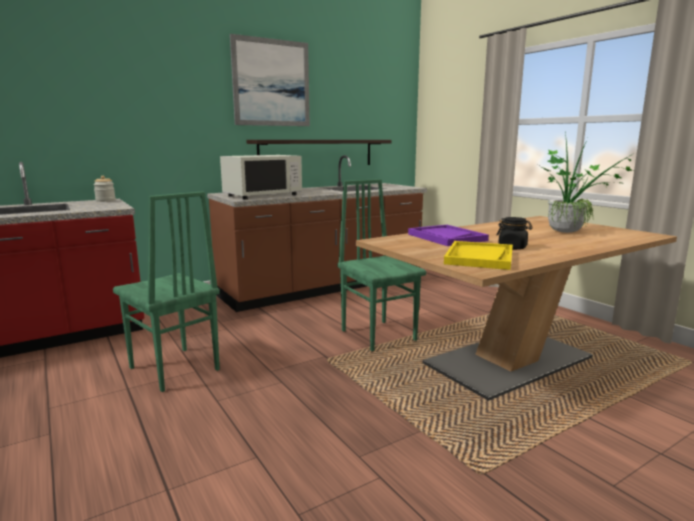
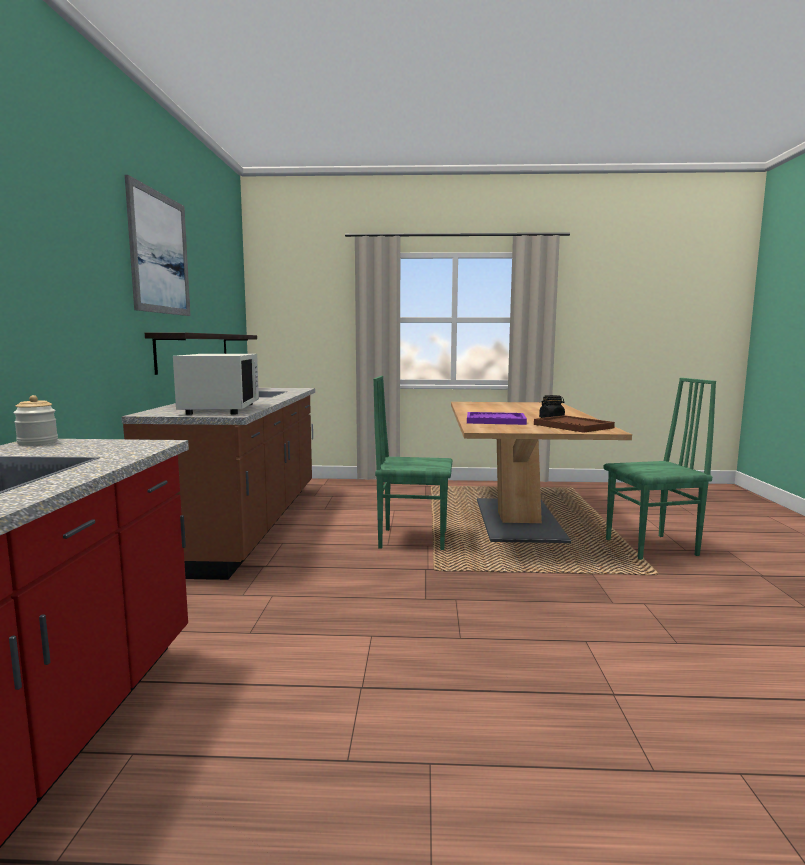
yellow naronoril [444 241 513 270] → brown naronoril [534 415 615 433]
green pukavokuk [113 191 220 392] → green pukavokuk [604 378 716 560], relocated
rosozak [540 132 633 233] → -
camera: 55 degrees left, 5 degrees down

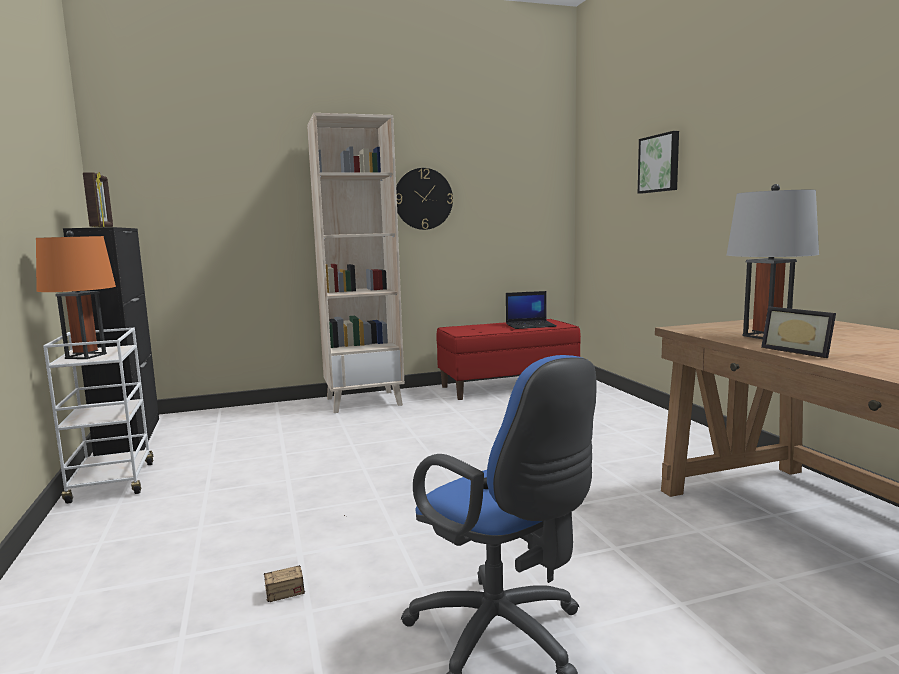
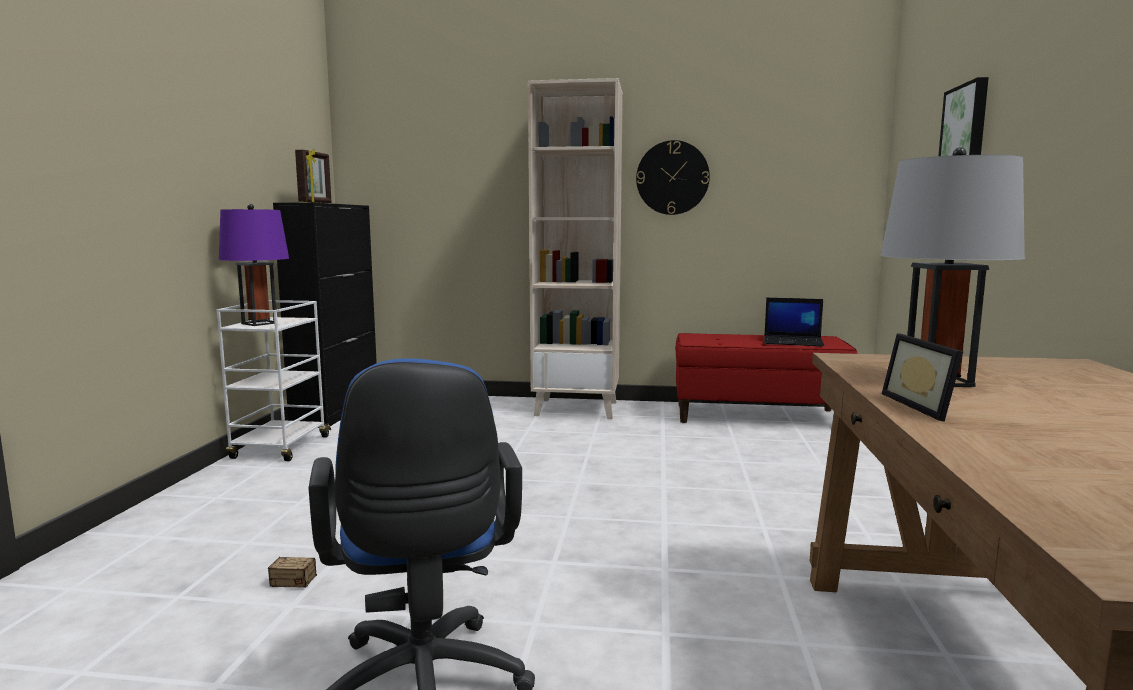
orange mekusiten [36 230 116 359] → purple mekusiten [219 204 289 326]
camera: 25 degrees right, 0 degrees up

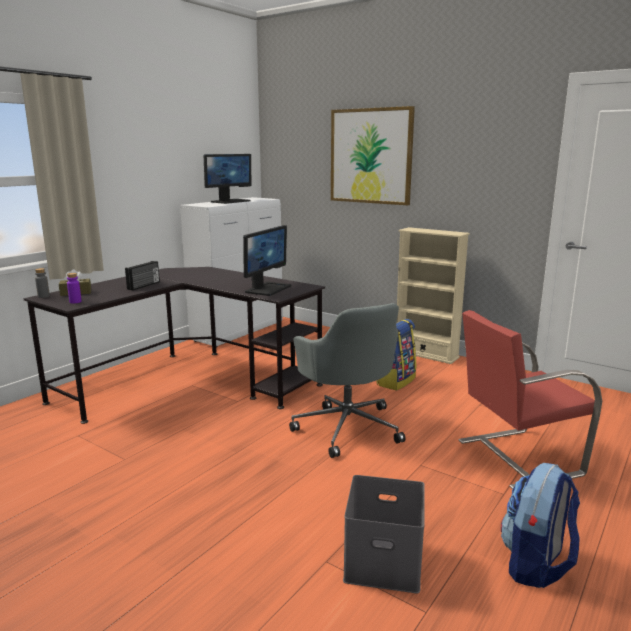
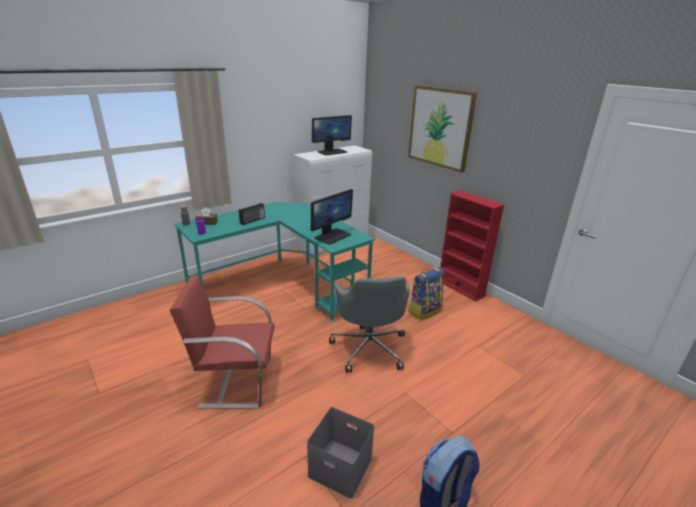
red pukavokuk [459 310 602 489] → red pukavokuk [170 275 275 409], relocated
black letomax [24 267 325 424] → turquoise letomax [174 202 375 322]
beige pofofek [396 227 470 364] → red pofofek [440 190 505 301]
camera: 15 degrees right, 10 degrees up

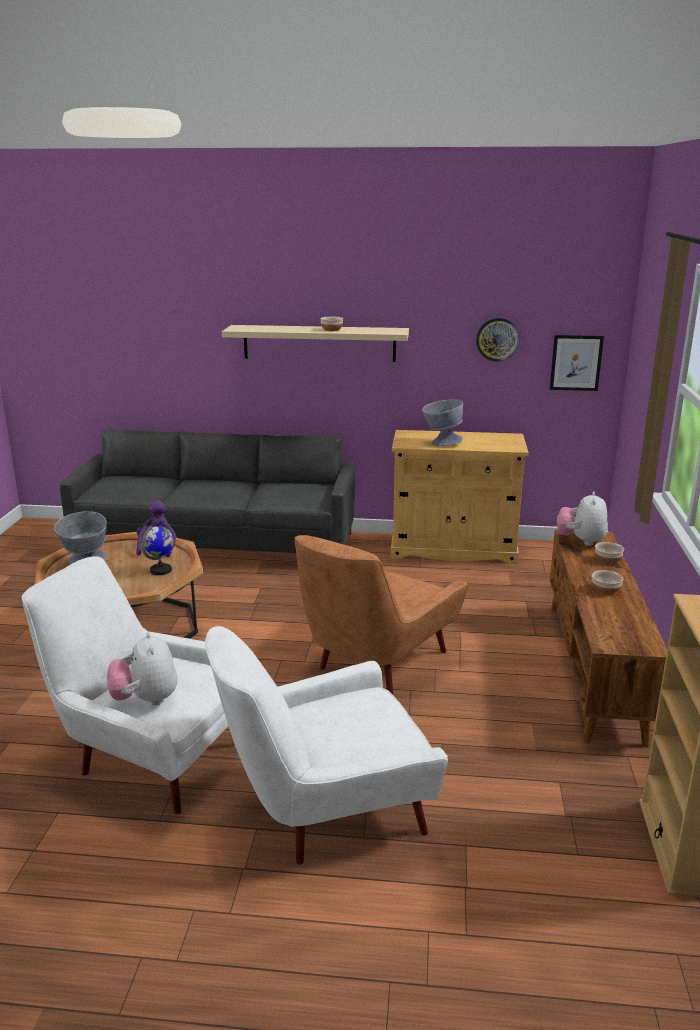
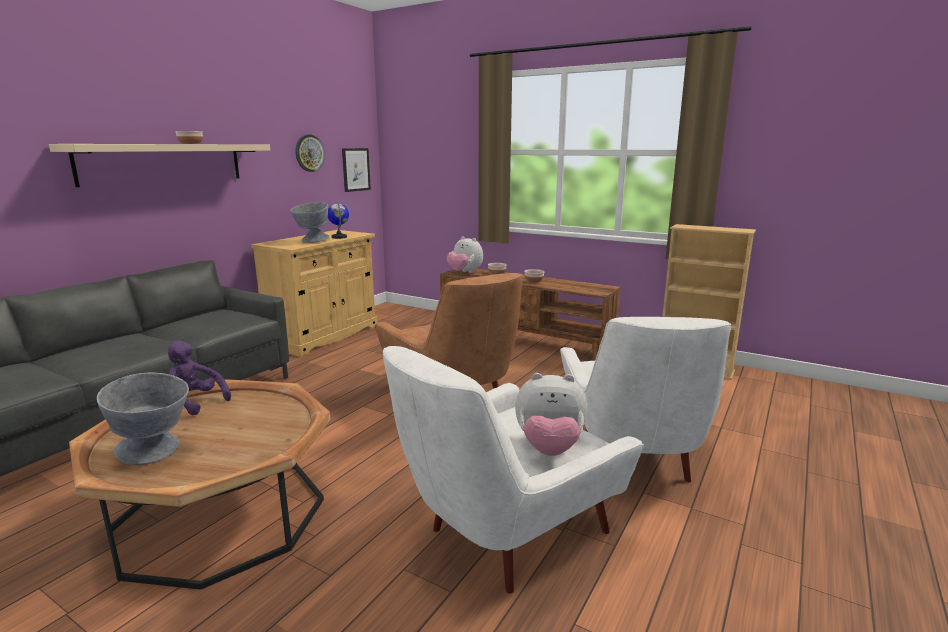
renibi [141 525 174 575] → renibi [328 201 349 239], relocated
camera: 65 degrees left, 5 degrees down

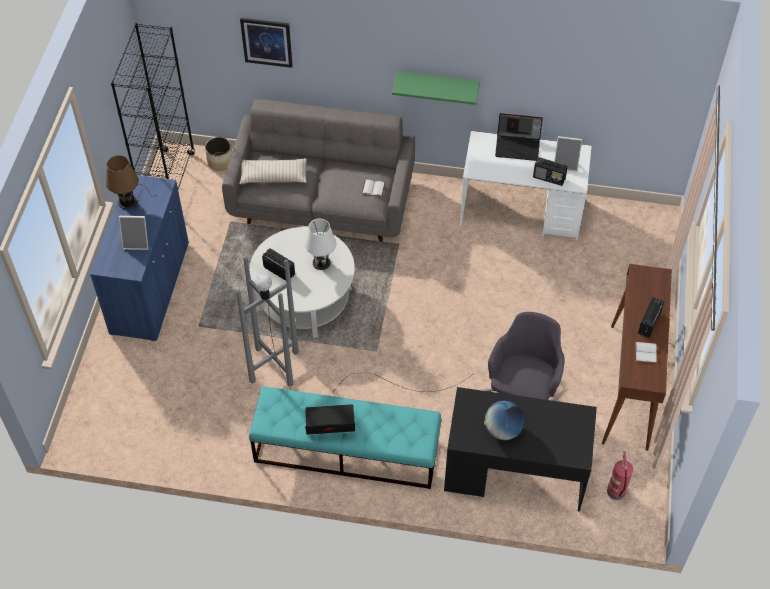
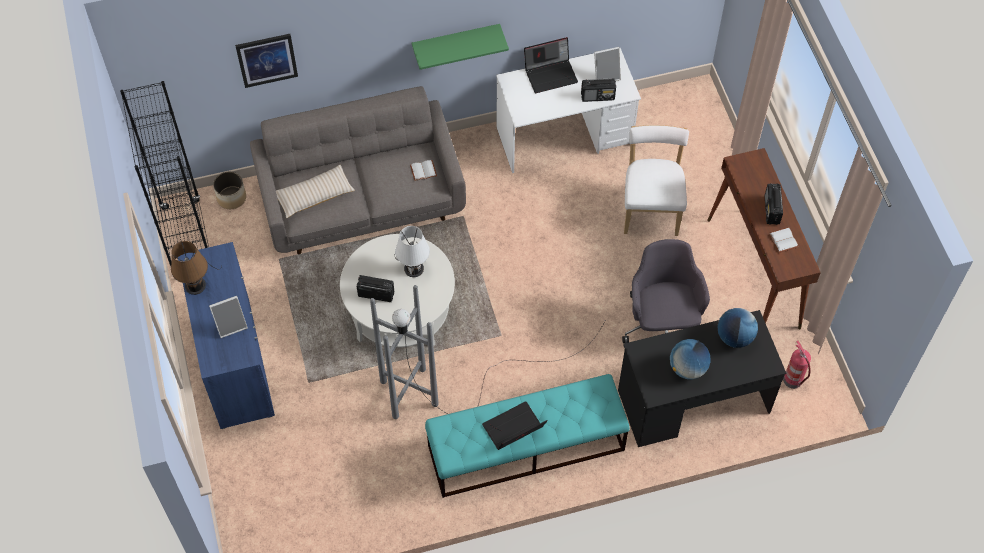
- → white pukavokuk [624 125 689 236]
- → renibi [717 308 758 348]
camera: 25 degrees left, 5 degrees up

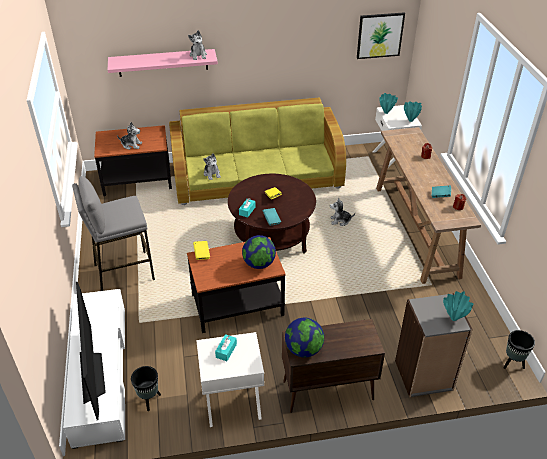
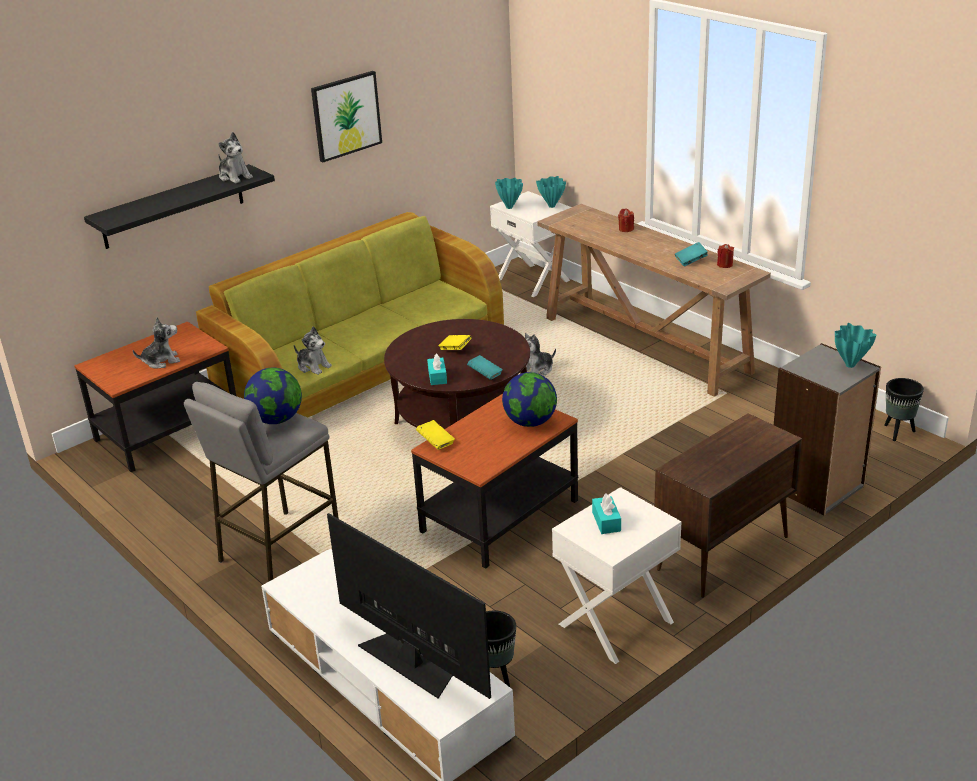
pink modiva [108 49 218 77] → black modiva [84 164 275 249]
renibi [285 318 324 358] → renibi [244 368 302 424], relocated
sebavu [357 12 405 59] → sebavu [311 71 382 163], relocated
camera: 30 degrees left, 10 degrees down

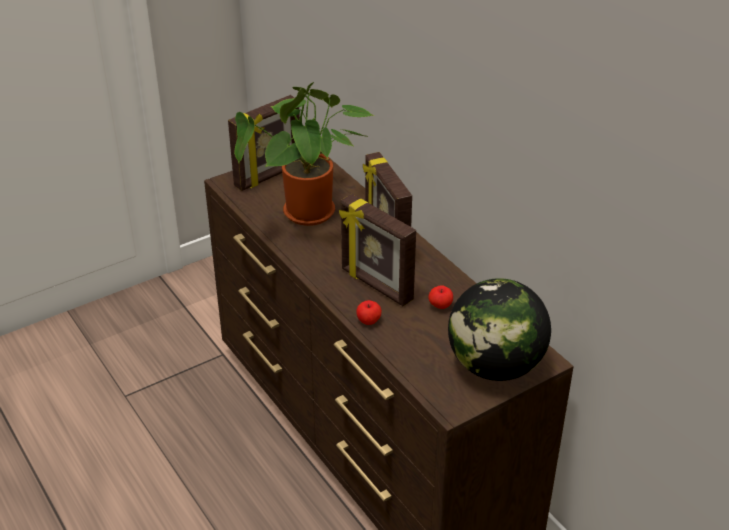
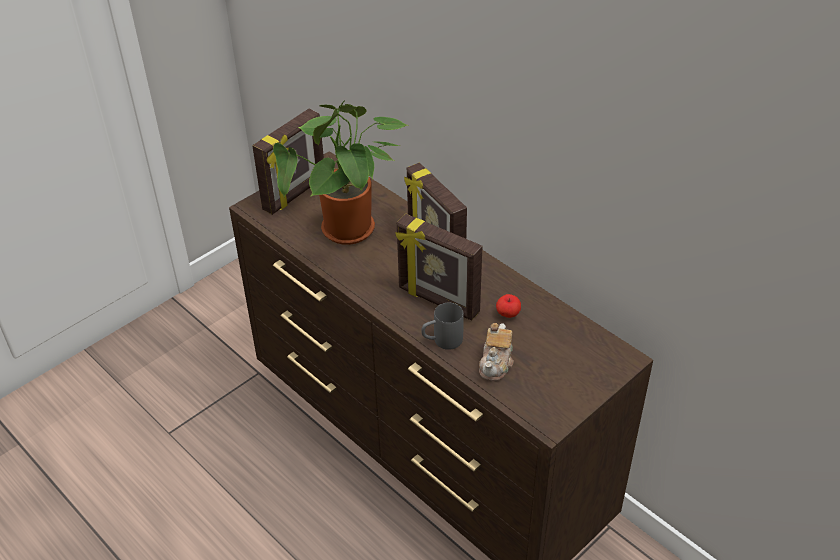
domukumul [357 300 382 325] → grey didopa [421 303 464 350]
- → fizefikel [479 323 514 381]
renibi [448 278 551 381] → -
camera: 10 degrees left, 5 degrees up

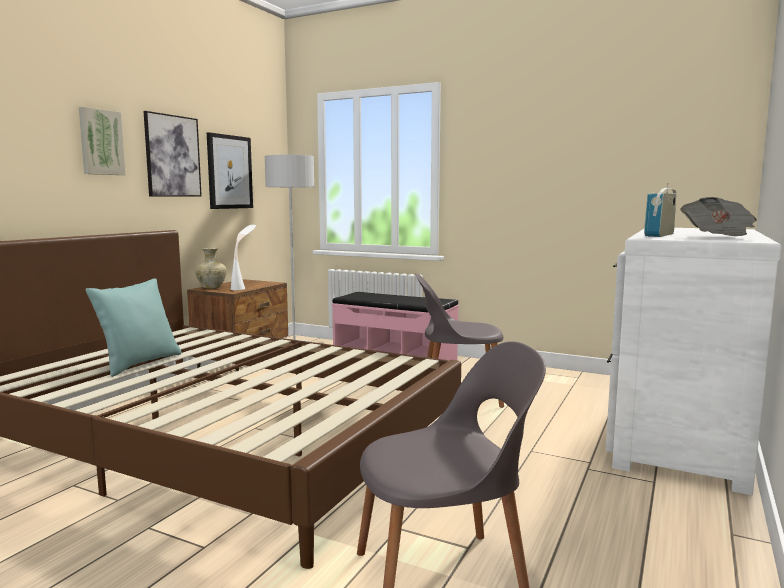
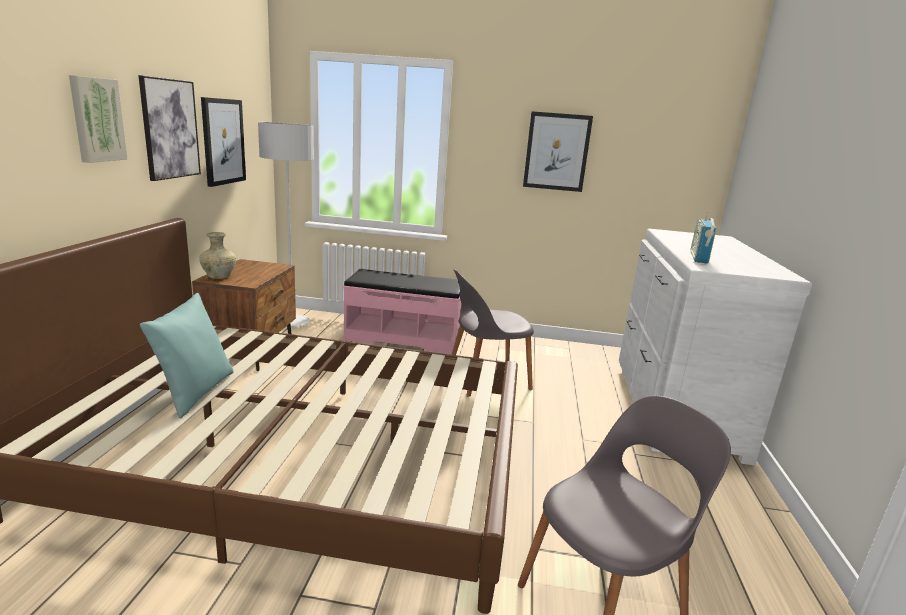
- → sebavu [523 111 593 192]
white mekusiten [231 225 256 291] → -
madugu [681 197 757 236] → -
camera: 20 degrees left, 10 degrees up

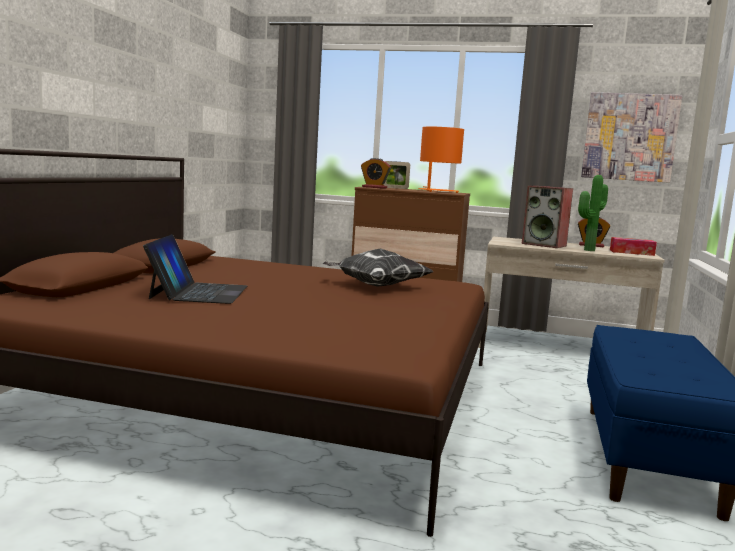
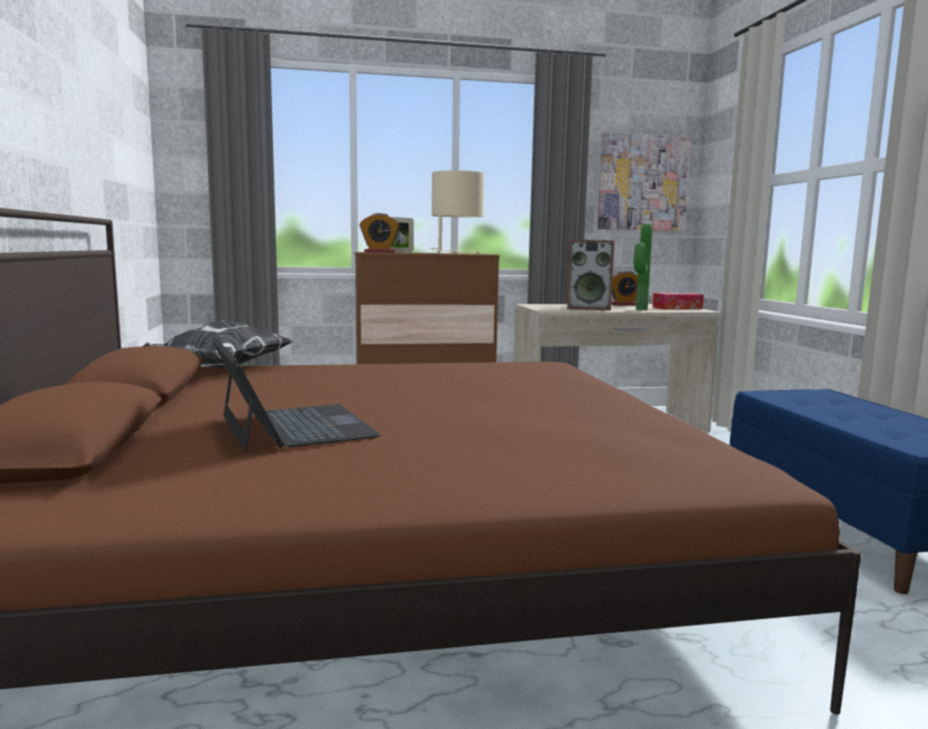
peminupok [322 249 434 287] → peminupok [144 320 293 368], relocated
orange mekusiten [418 127 464 193] → beige mekusiten [431 170 484 254]
camera: 25 degrees left, 0 degrees up

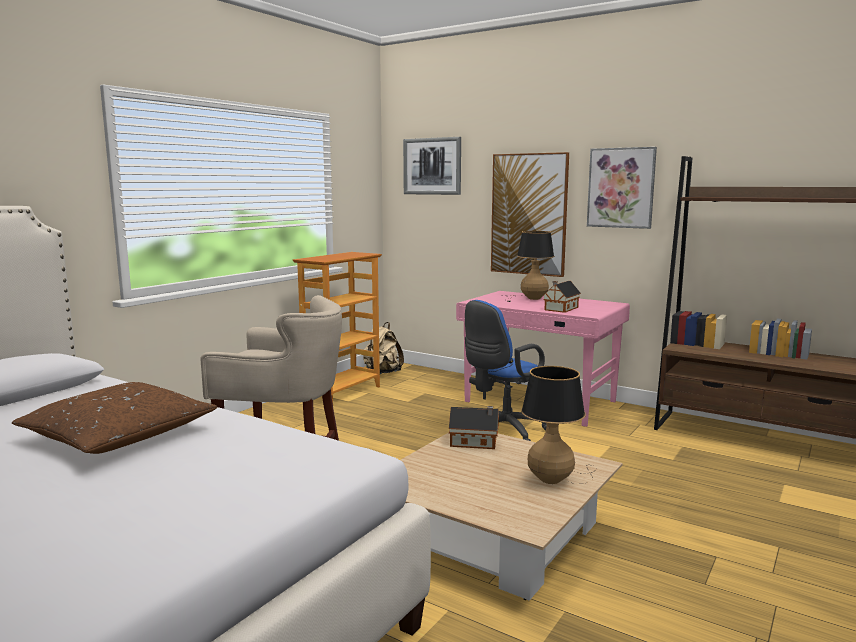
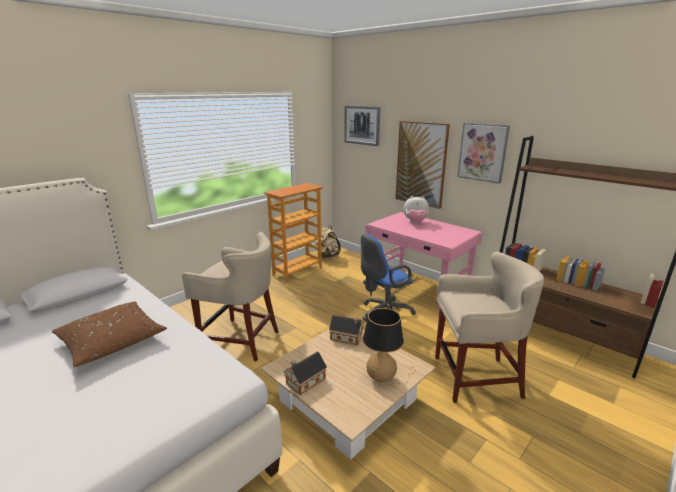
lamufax [543 281 581 313] → lamufax [283 351 327 395], relocated
mekusiten [508 231 555 302] → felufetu [404 196 429 223]
- → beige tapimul [435 252 544 403]
camera: 10 degrees right, 10 degrees up

